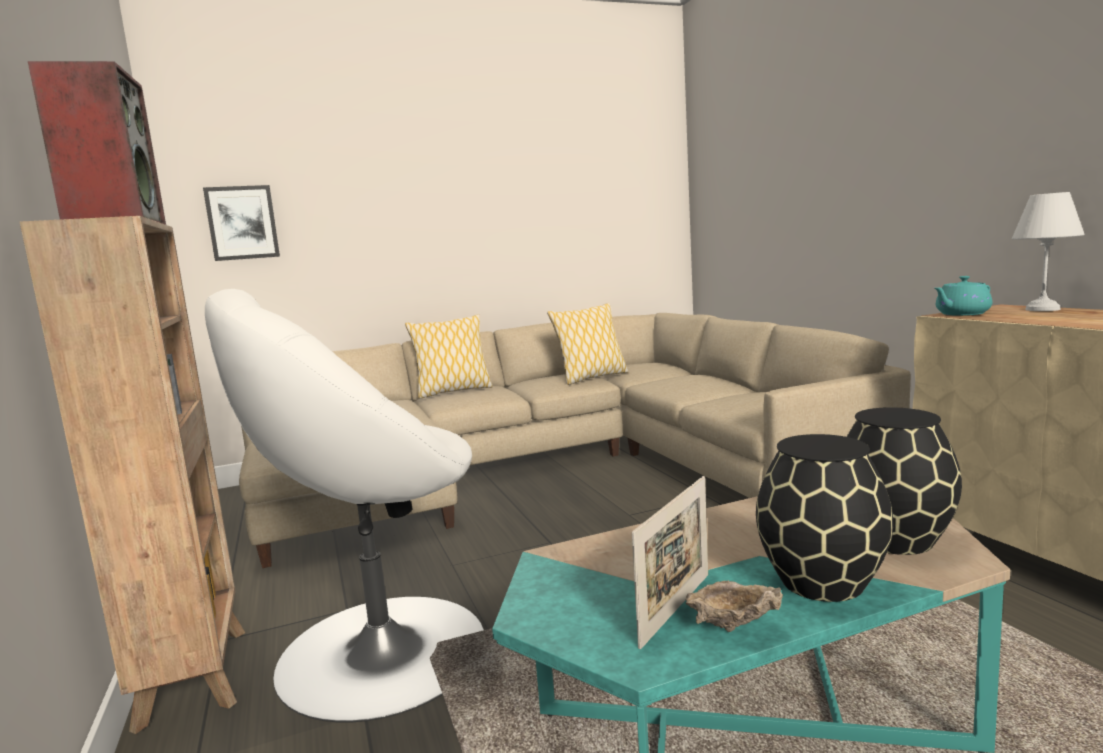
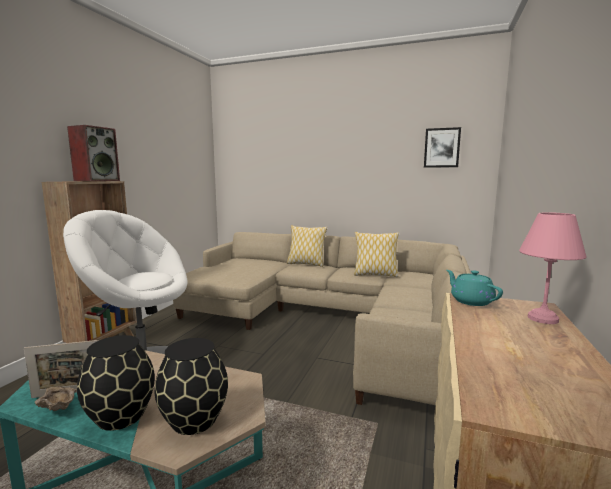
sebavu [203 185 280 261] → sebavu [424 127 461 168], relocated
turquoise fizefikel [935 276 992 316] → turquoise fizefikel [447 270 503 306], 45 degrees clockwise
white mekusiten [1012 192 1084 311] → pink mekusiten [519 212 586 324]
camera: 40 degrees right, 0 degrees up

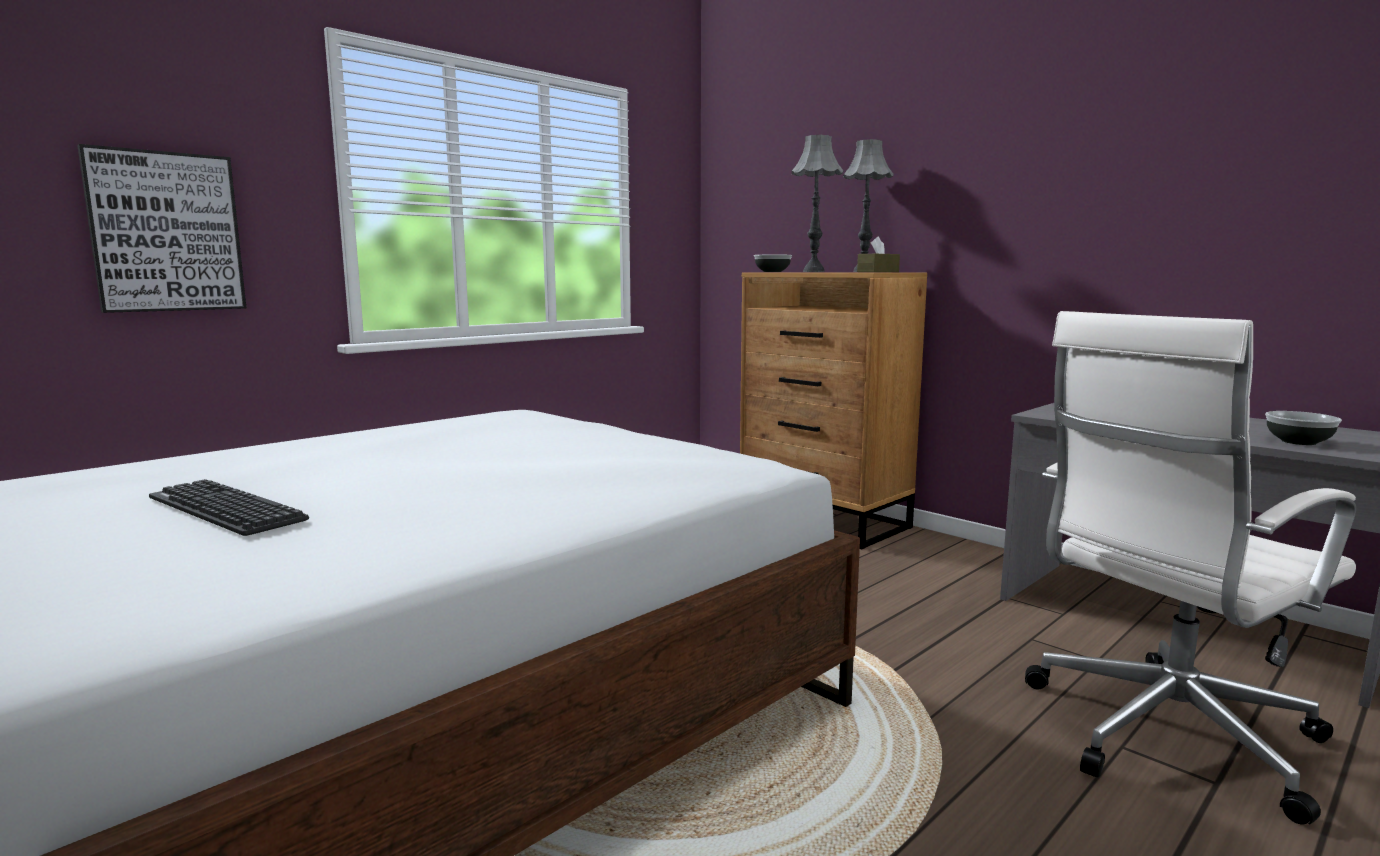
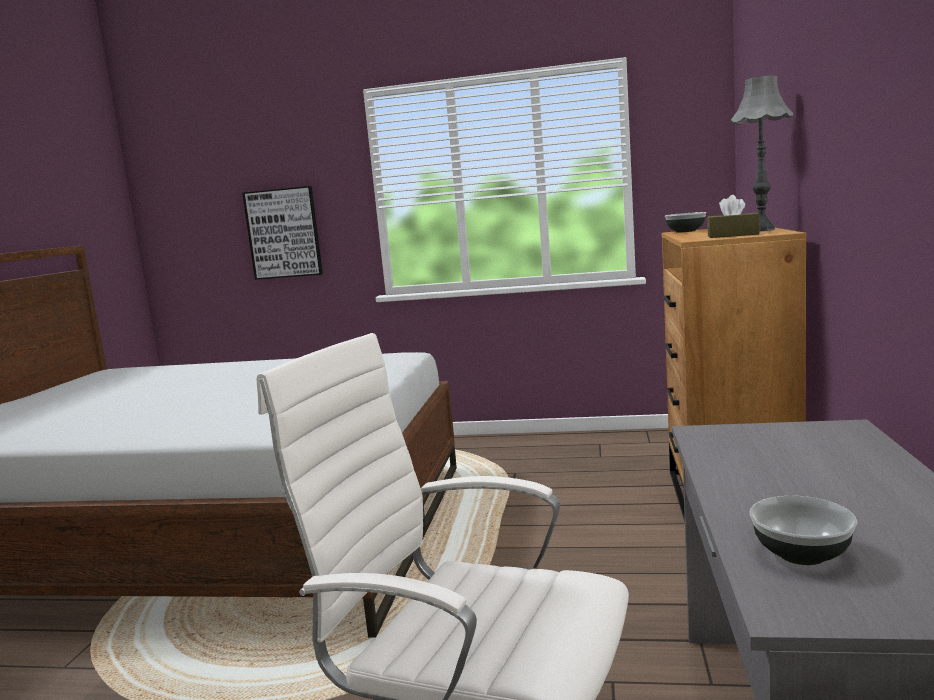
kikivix [149 479 309 536] → -
grey mekusiten [791 134 843 272] → -
camera: 55 degrees right, 0 degrees up

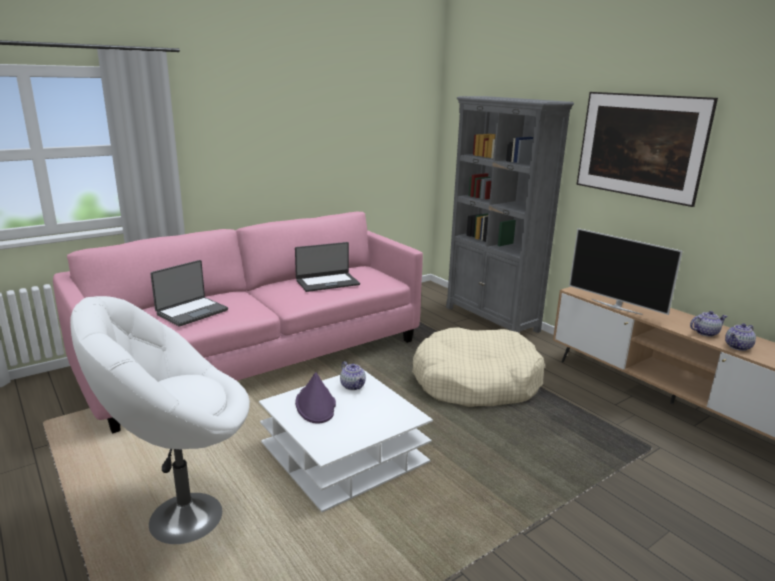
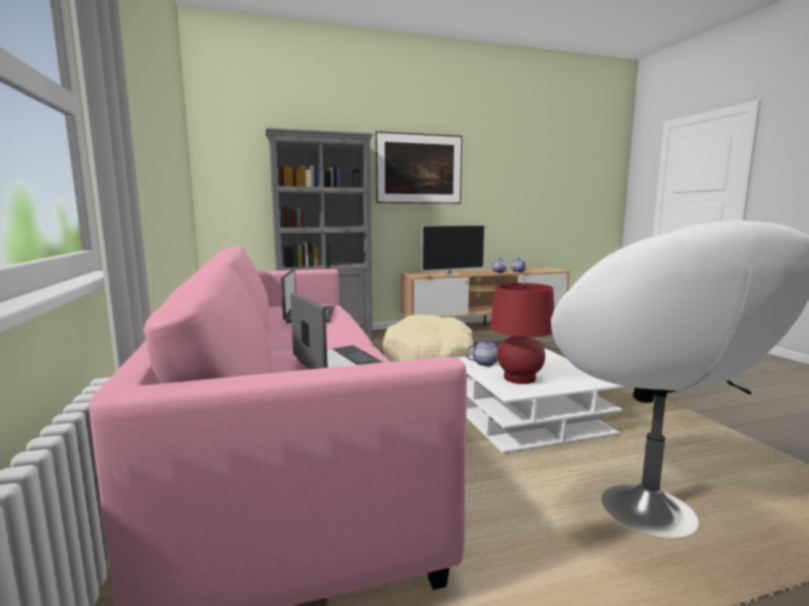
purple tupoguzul [295 372 336 424] → red mekusiten [490 283 555 384]
camera: 70 degrees left, 10 degrees down

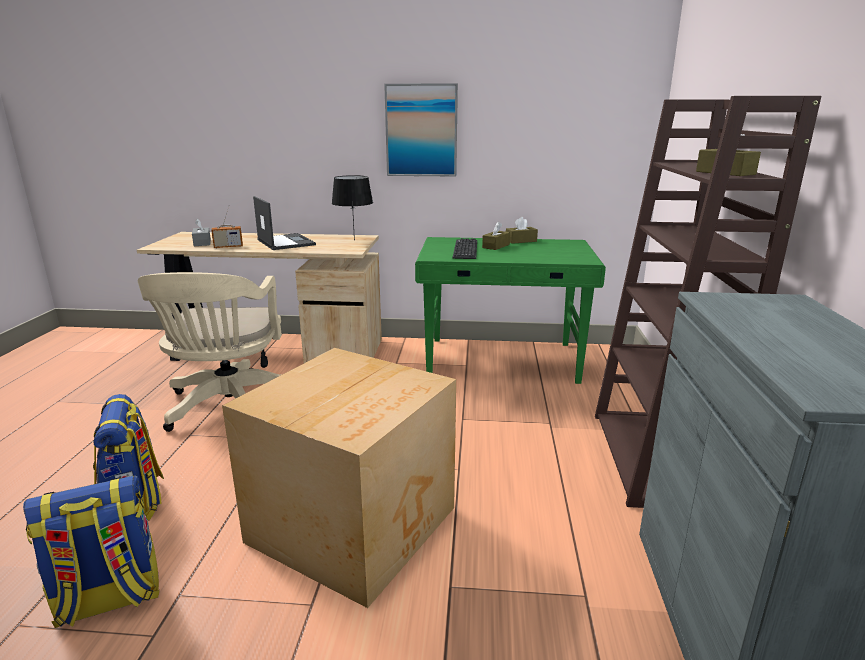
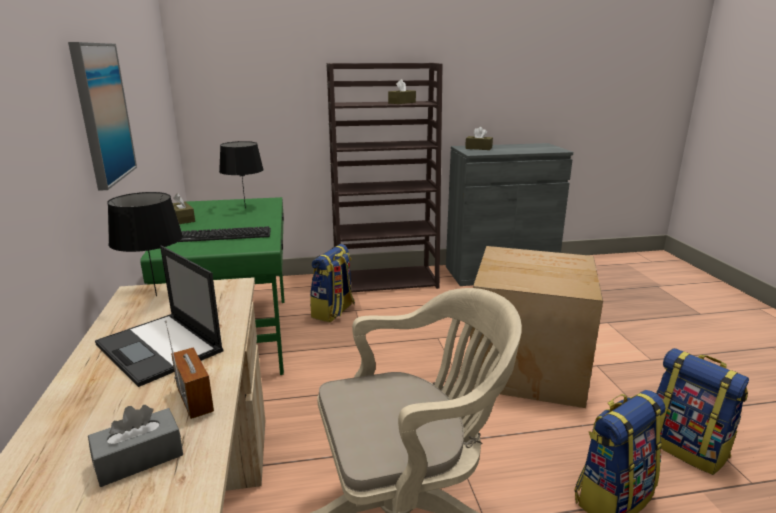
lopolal [253 196 316 250] → lopolal [95 246 224 387], 90 degrees counterclockwise
- → black mekusiten [219 141 264 208]
- → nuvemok [310 244 355 322]
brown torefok [482 221 510 250] → brown torefok [465 127 493 150], relocated
camera: 105 degrees left, 0 degrees up

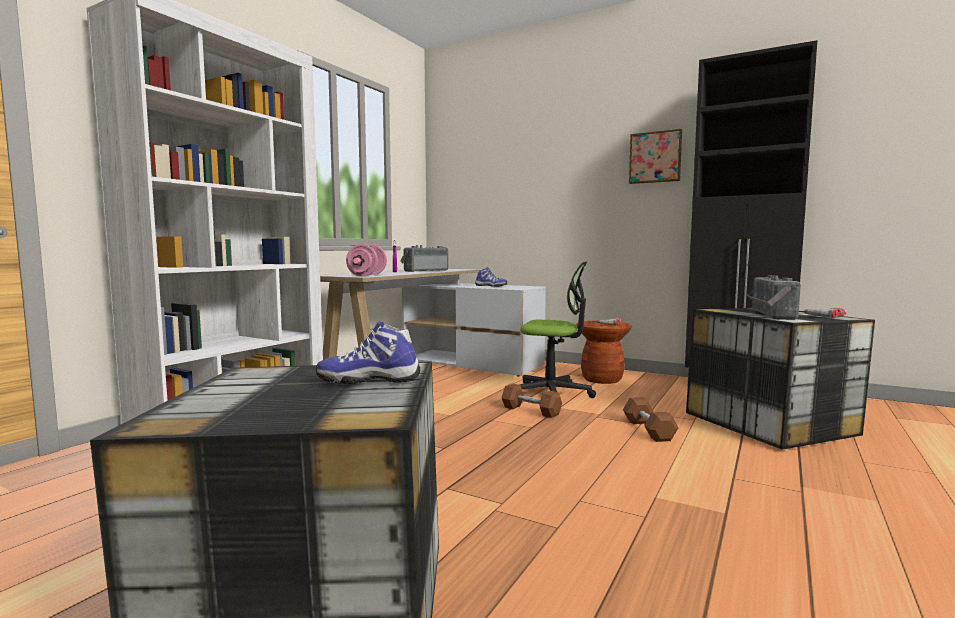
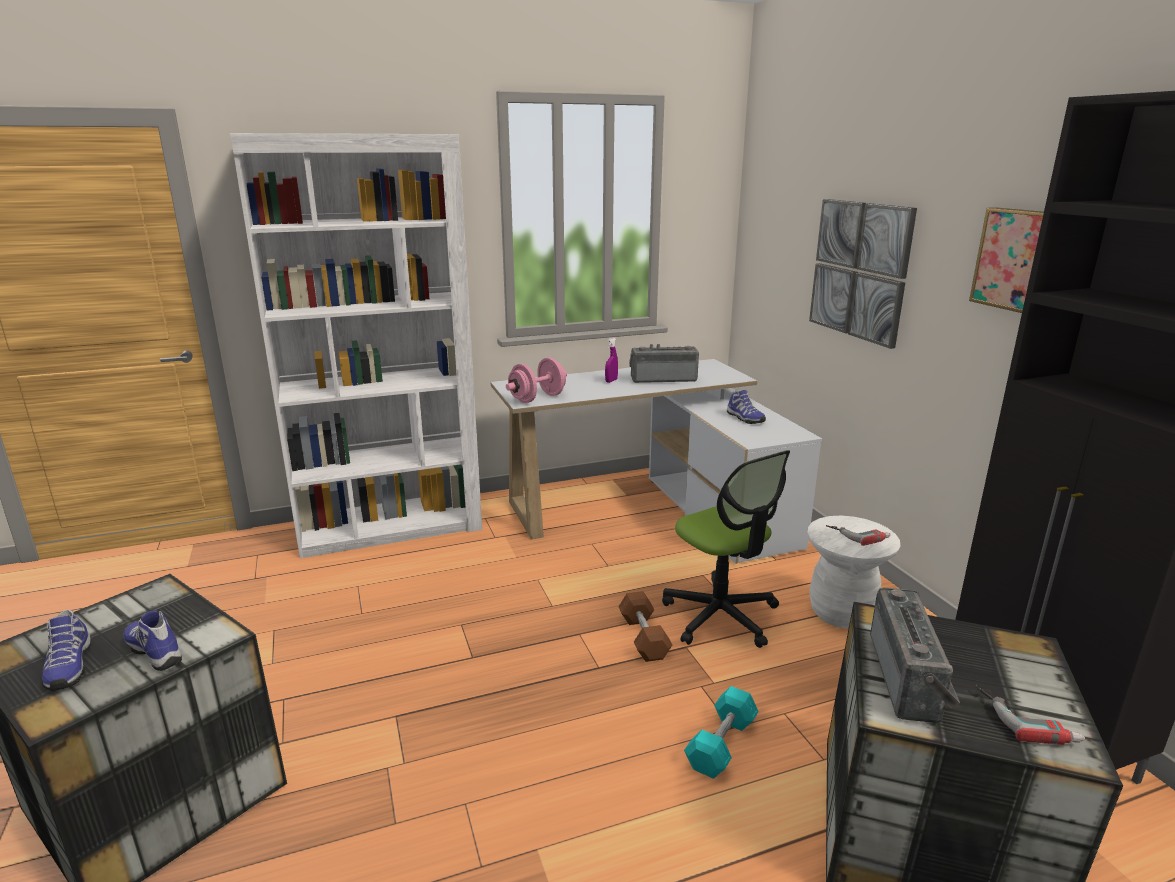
- → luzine [42 610 91 691]
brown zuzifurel [623 397 678 442] → turquoise zuzifurel [684 686 759 779]
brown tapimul [576 321 632 384] → white tapimul [807 516 900 629]
- → sebavu [809 199 917 349]
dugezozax [747 275 801 320] → dugezozax [870 587 960 723], 135 degrees clockwise
camera: 40 degrees right, 15 degrees up

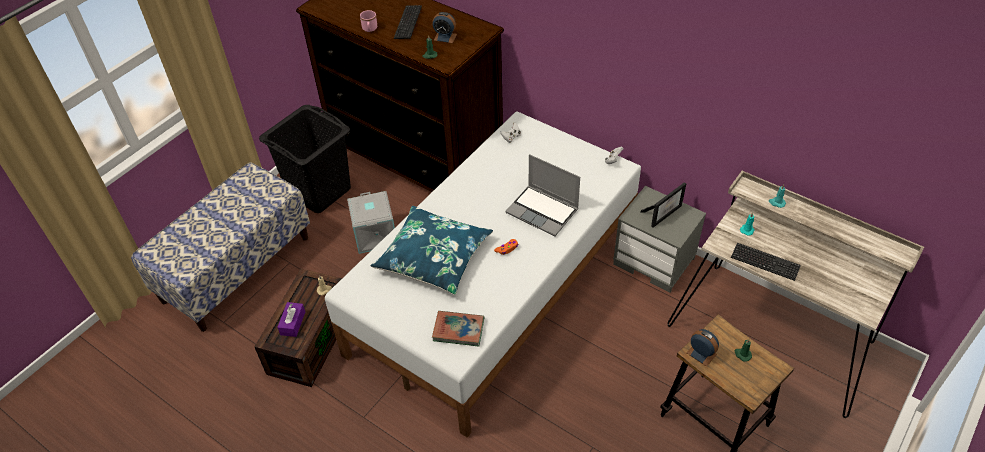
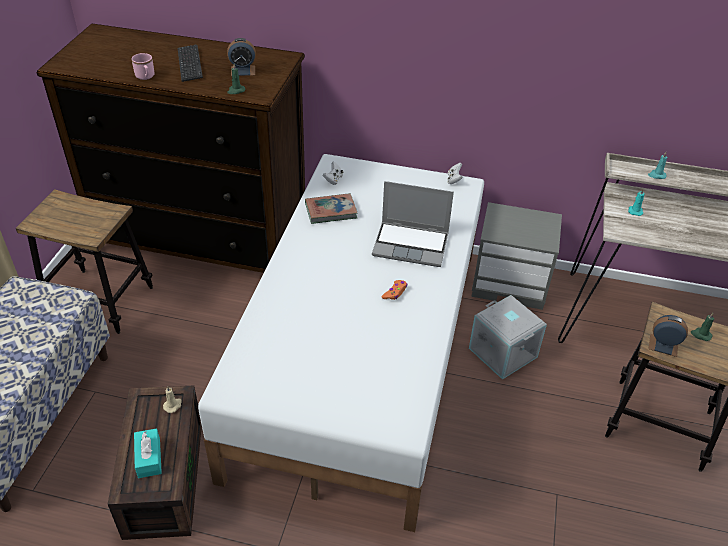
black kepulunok [259 105 351 213] → tapimul [16 189 153 334]
purple torefok [277 302 305 337] → turquoise torefok [134 428 162 478]
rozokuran [432 311 484 347] → rozokuran [305 193 357 224], relocated
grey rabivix [347 191 395 254] → grey rabivix [469 295 547 379], relocated
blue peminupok [371 206 493 295] → -
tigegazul [640 182 686 228] → -
kikivix [731 243 801 281] → -
camera: 25 degrees left, 5 degrees down

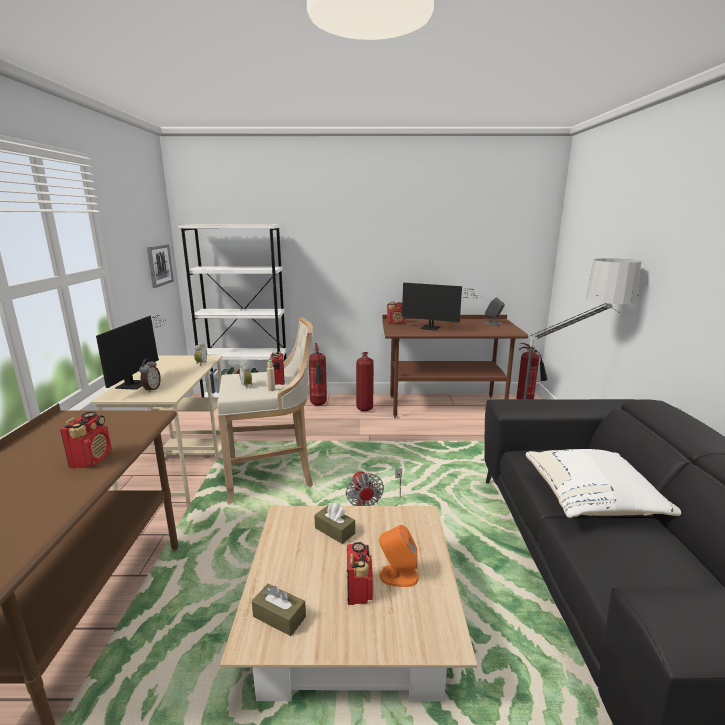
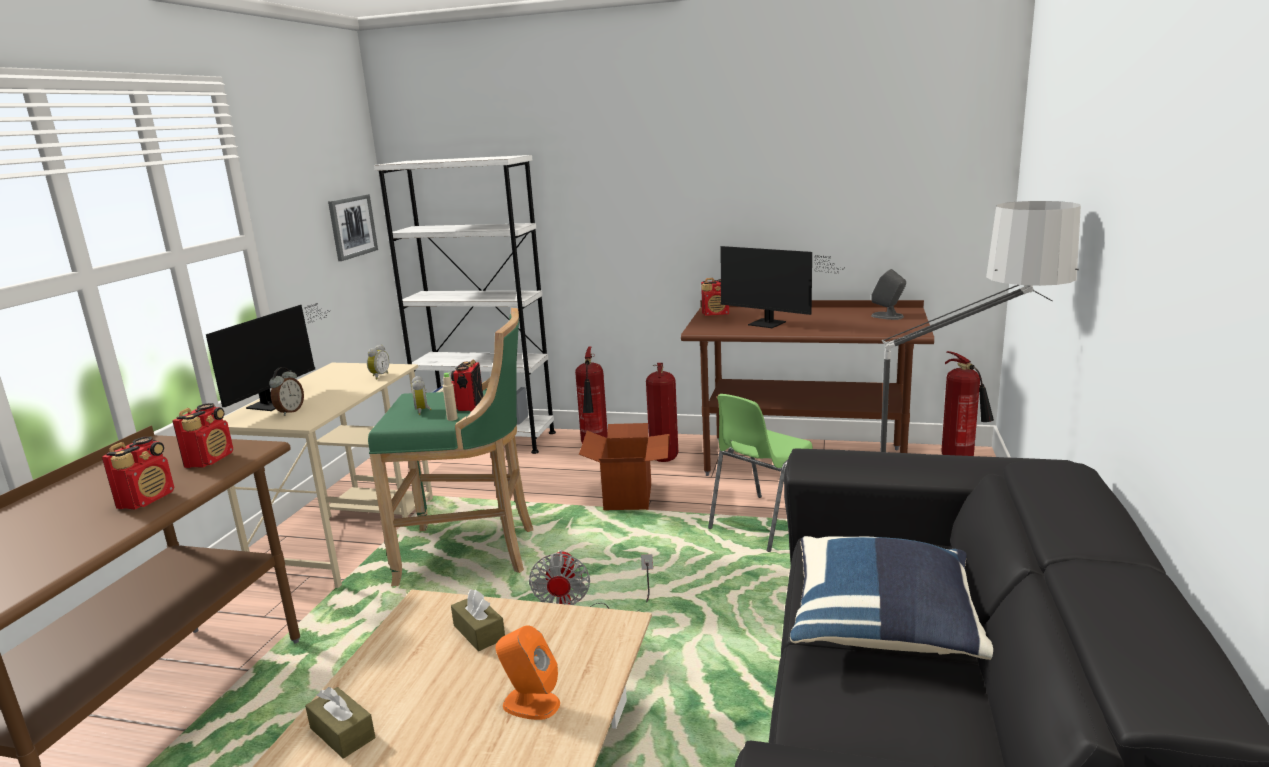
dugezozax [347 542 373 605] → dugezozax [173 403 233 468], relocated
beige tapimul [217 318 313 504] → green tapimul [368 308 533 586]
- → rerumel [579 423 670 510]
- → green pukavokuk [708 394 813 552]
white peminupok [526 449 681 518] → blue peminupok [790 536 993 660]
camera: 15 degrees right, 0 degrees up

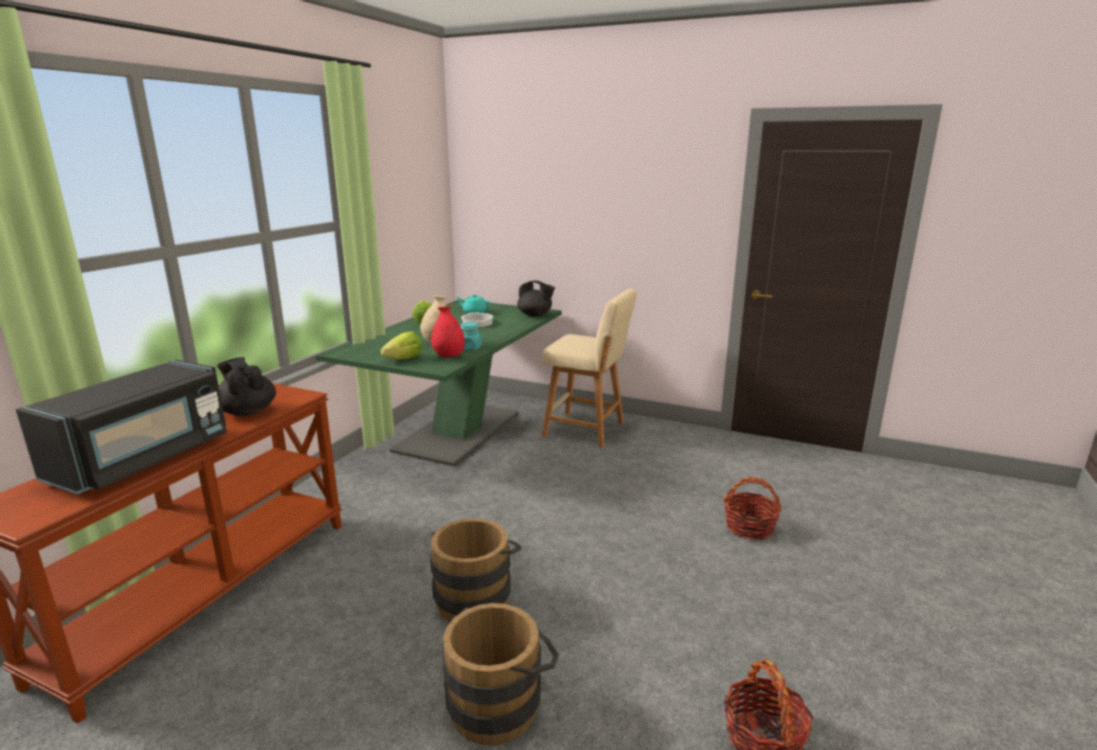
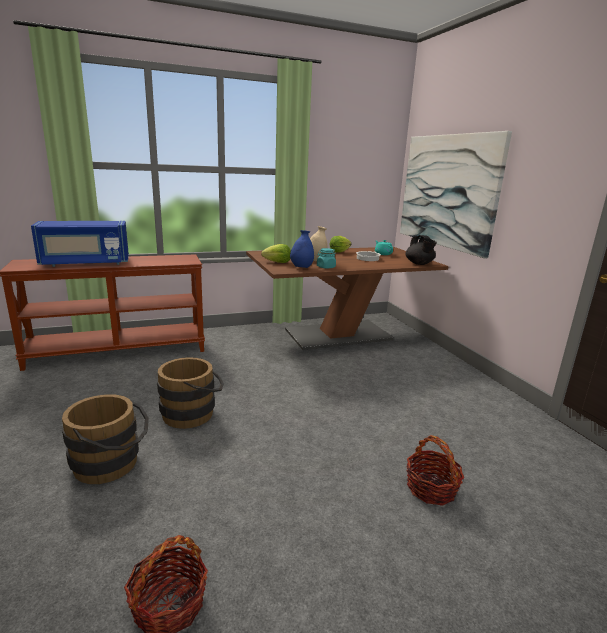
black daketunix [16 360 227 494] → blue daketunix [31 221 129 267]
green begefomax [315 299 562 467] → brown begefomax [246 247 449 350]
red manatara [431 306 465 358] → blue manatara [290 230 314 268]
- → sebavu [400 131 512 258]
black fizefikel [217 357 276 416] → -
beige tapimul [542 289 637 448] → -
camera: 45 degrees right, 0 degrees up

